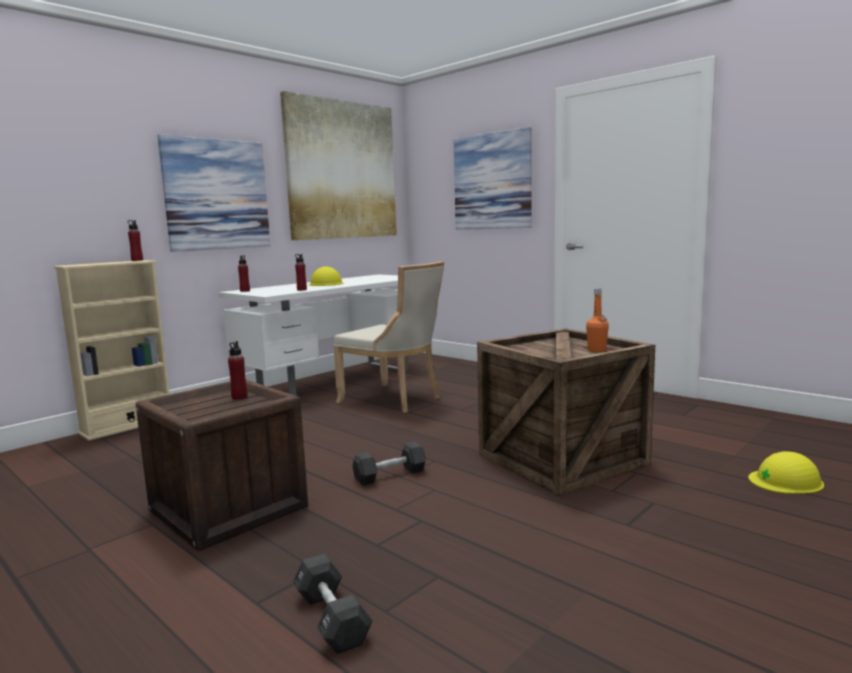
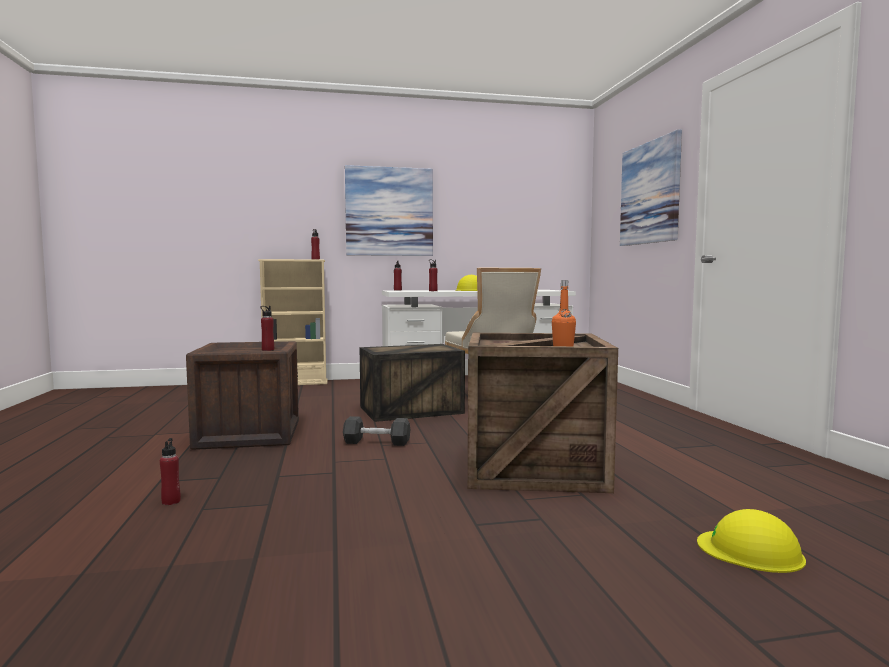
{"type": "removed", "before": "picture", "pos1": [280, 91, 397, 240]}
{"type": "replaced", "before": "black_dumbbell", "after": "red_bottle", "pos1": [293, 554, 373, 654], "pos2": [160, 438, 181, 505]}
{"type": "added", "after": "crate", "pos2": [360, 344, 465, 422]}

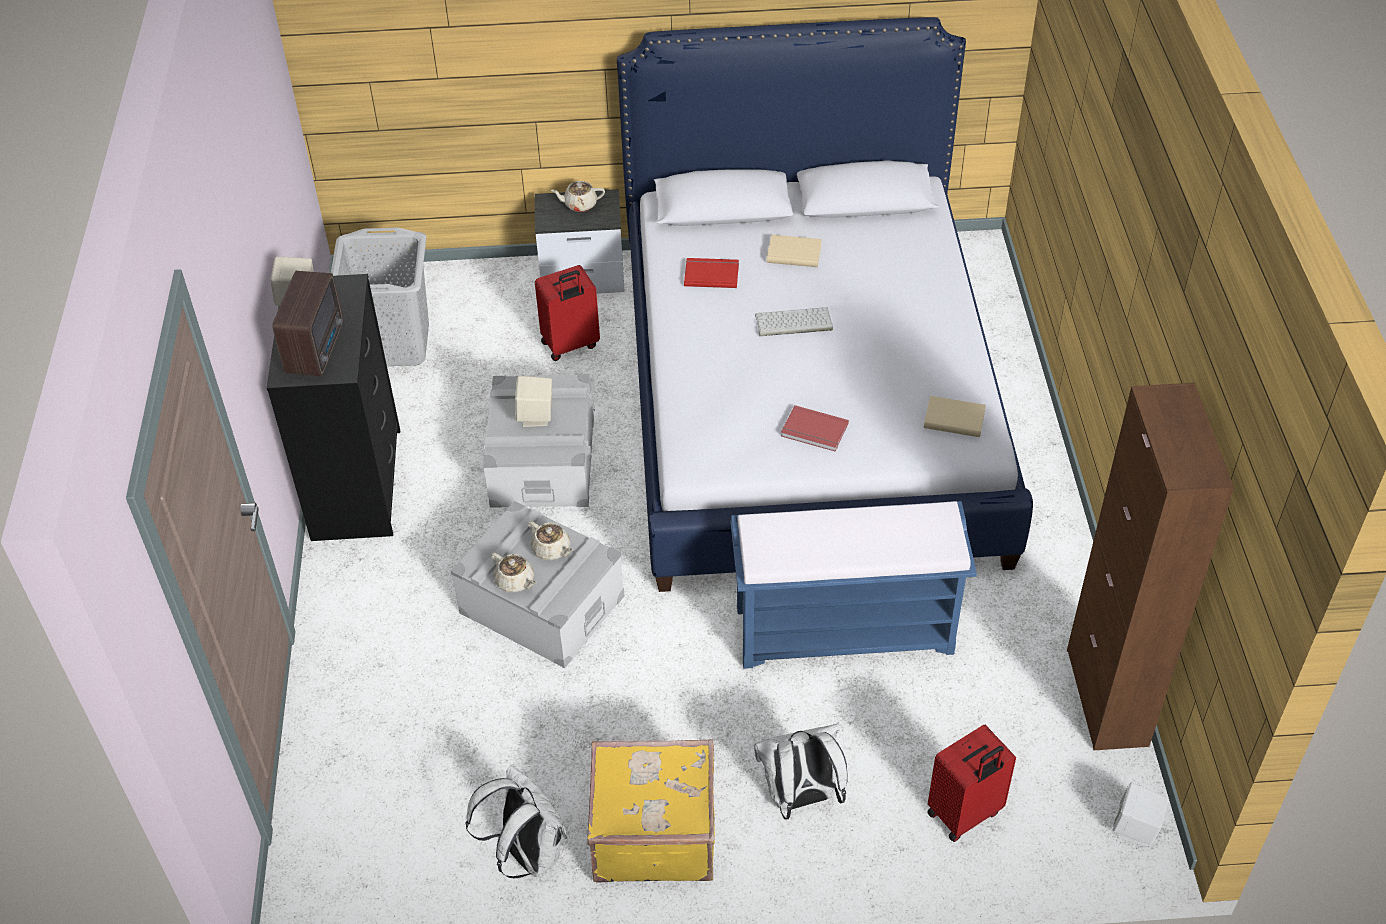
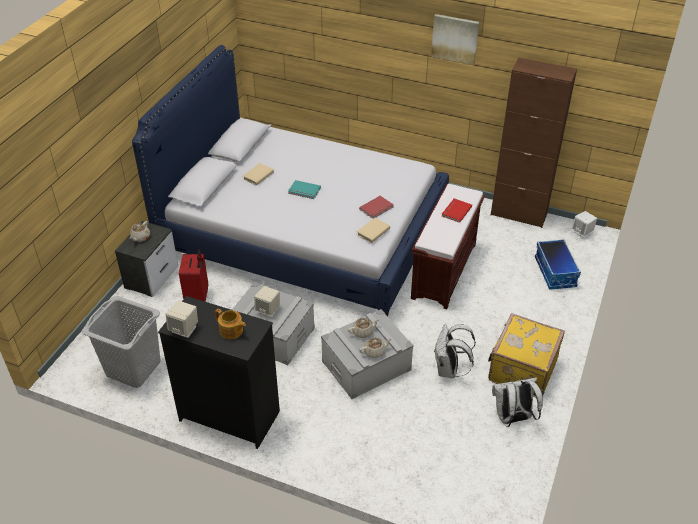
{"type": "replaced", "before": "radio", "after": "teapot", "pos1": [272, 271, 343, 376], "pos2": [215, 309, 246, 339]}
{"type": "moved", "before": "red_book", "pos1": [684, 258, 739, 288], "pos2": [442, 198, 472, 223]}
{"type": "recoloured", "before": "blue_bench", "after": "brown_bench", "pos1": [731, 501, 977, 669], "pos2": [411, 184, 485, 309]}
{"type": "moved", "before": "white_backpack", "pos1": [754, 723, 848, 820], "pos2": [434, 324, 476, 378]}
{"type": "replaced", "before": "keyboard", "after": "turquoise_book", "pos1": [755, 307, 833, 336], "pos2": [288, 180, 321, 199]}
{"type": "moved", "before": "beige_book", "pos1": [924, 396, 986, 437], "pos2": [357, 218, 390, 243]}
{"type": "replaced", "before": "red_suitcase", "after": "storage_box", "pos1": [927, 725, 1016, 842], "pos2": [535, 239, 581, 290]}
{"type": "added", "after": "picture", "pos2": [431, 14, 479, 65]}

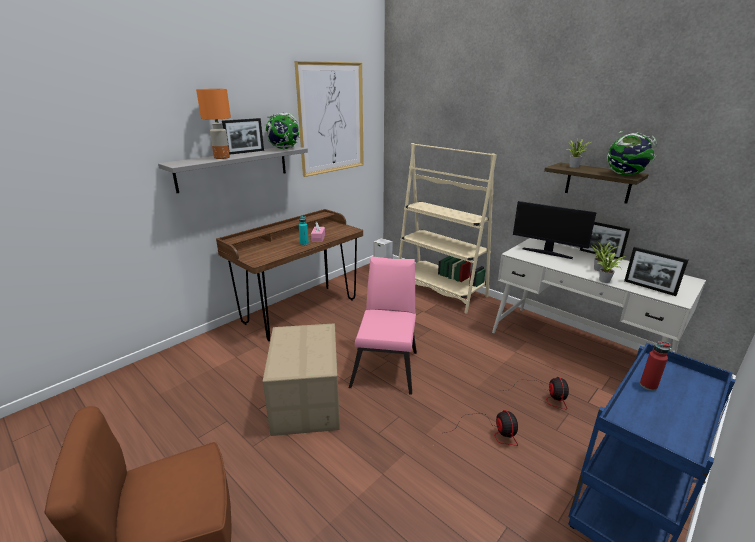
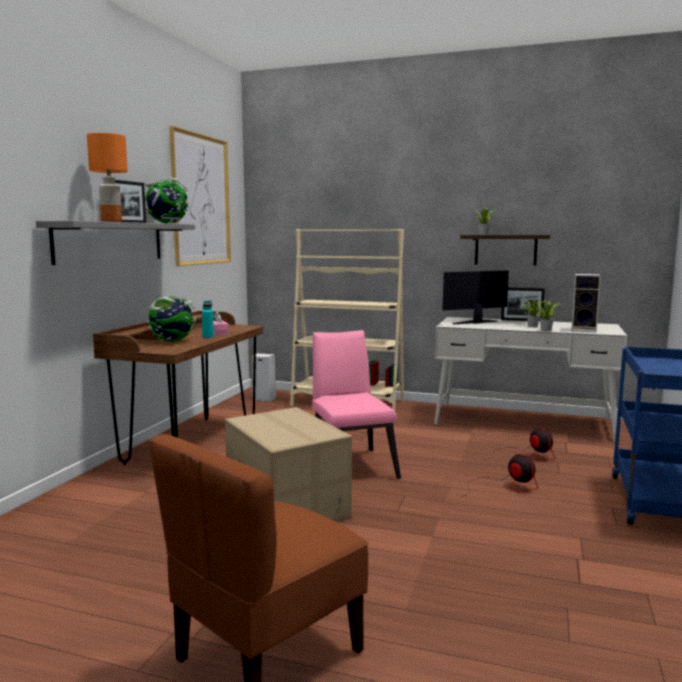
{"type": "turned", "before": "monitor", "pos1": [513, 201, 597, 259], "pos2": [442, 271, 509, 324], "turn": 150}
{"type": "moved", "before": "globe", "pos1": [607, 130, 657, 176], "pos2": [147, 295, 196, 342]}
{"type": "replaced", "before": "picture_frame", "after": "speaker", "pos1": [624, 247, 688, 296], "pos2": [571, 274, 601, 333]}
{"type": "removed", "before": "red_bottle", "pos1": [640, 341, 671, 391]}

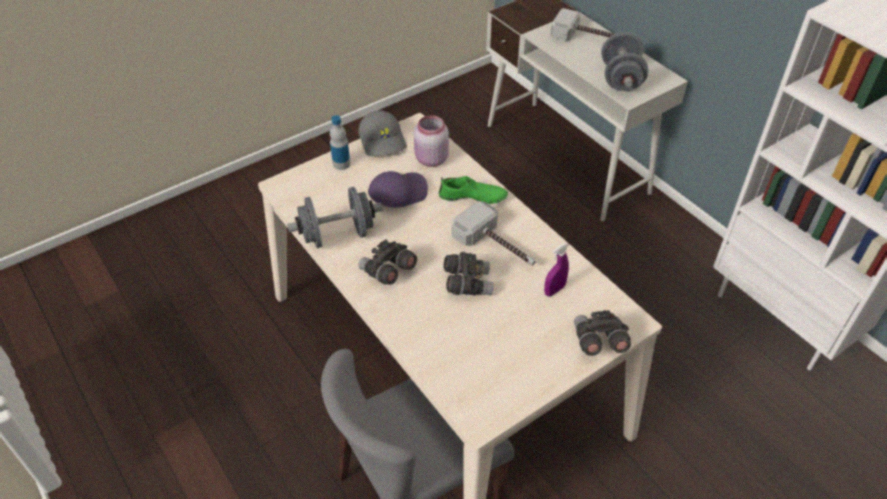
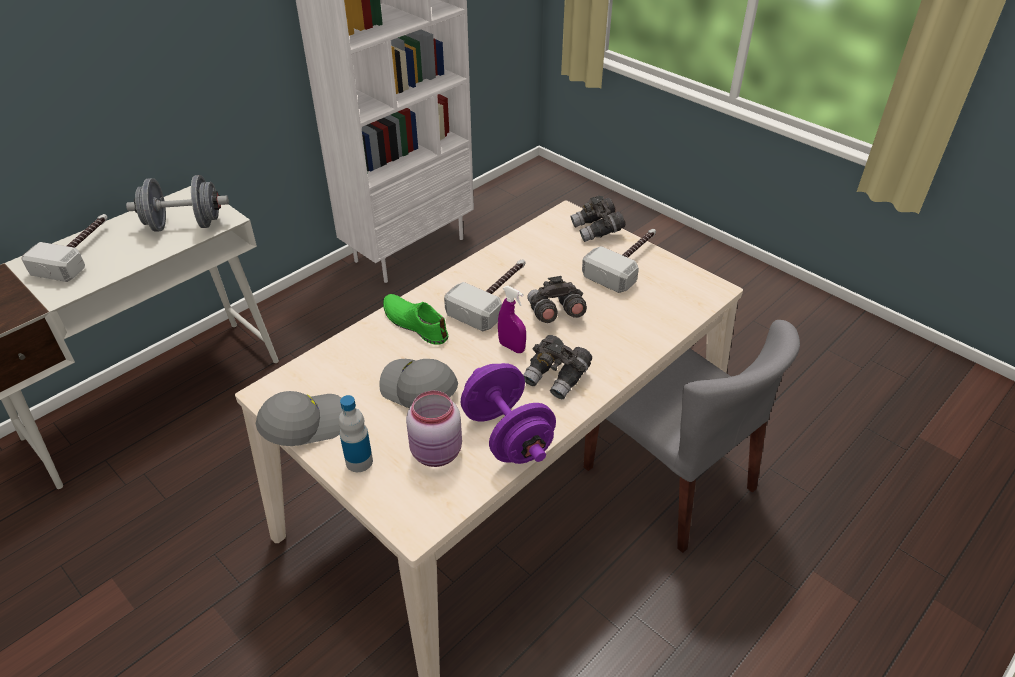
{"type": "recoloured", "before": "grey_dumbbell", "after": "purple_dumbbell", "pos1": [287, 187, 382, 248], "pos2": [461, 363, 556, 464]}
{"type": "recoloured", "before": "purple_cap", "after": "grey_cap", "pos1": [368, 171, 428, 208], "pos2": [379, 359, 458, 408]}
{"type": "moved", "before": "pink_jar", "pos1": [414, 115, 449, 167], "pos2": [406, 391, 462, 467]}
{"type": "turned", "before": "green_shoe", "pos1": [439, 176, 508, 204], "pos2": [383, 294, 448, 345], "turn": -45}
{"type": "moved", "before": "purple_spray_bottle", "pos1": [544, 242, 569, 297], "pos2": [498, 286, 526, 353]}
{"type": "added", "after": "hammer", "pos2": [582, 229, 656, 293]}

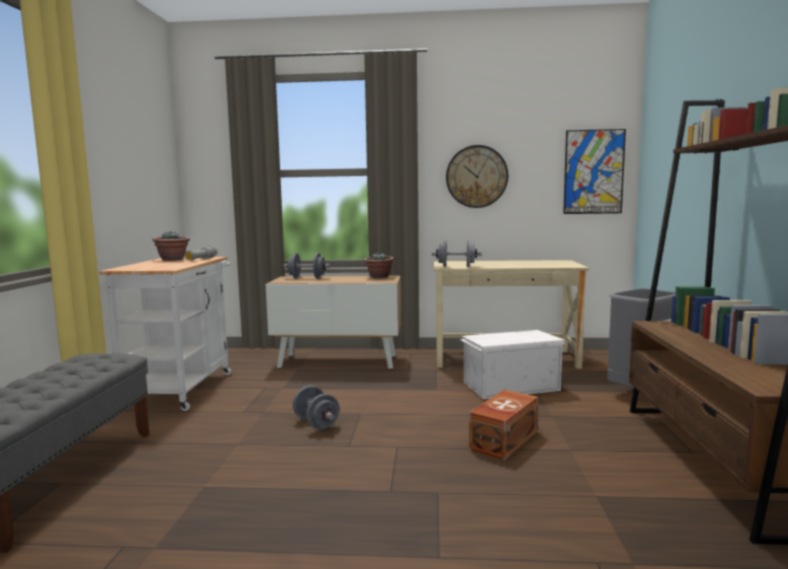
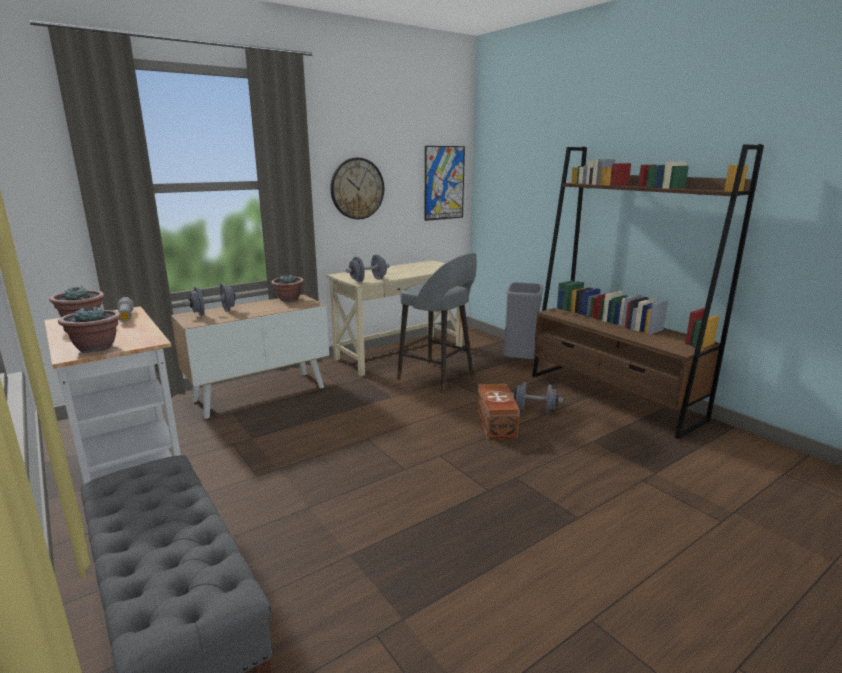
{"type": "moved", "before": "grey_dumbbell", "pos1": [293, 385, 339, 430], "pos2": [511, 382, 563, 413]}
{"type": "replaced", "before": "white_storage_box", "after": "grey_stool", "pos1": [460, 330, 566, 399], "pos2": [397, 253, 477, 393]}
{"type": "added", "after": "potted_plant", "pos2": [58, 305, 121, 353]}

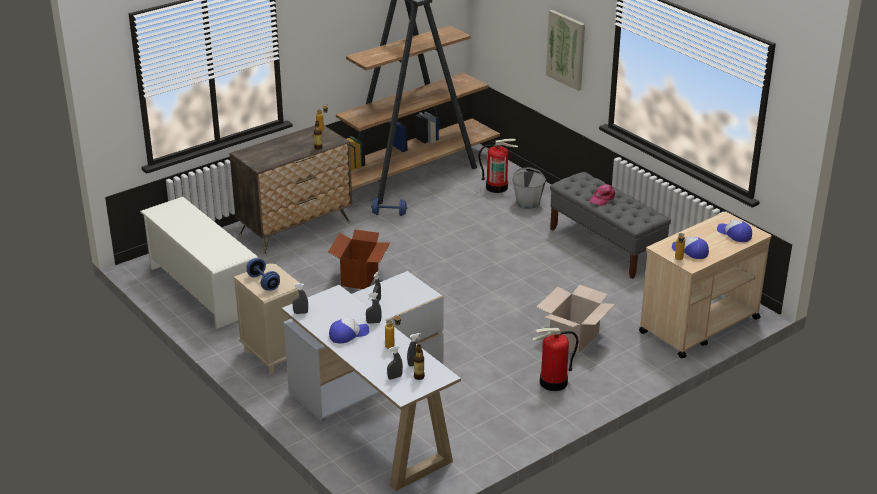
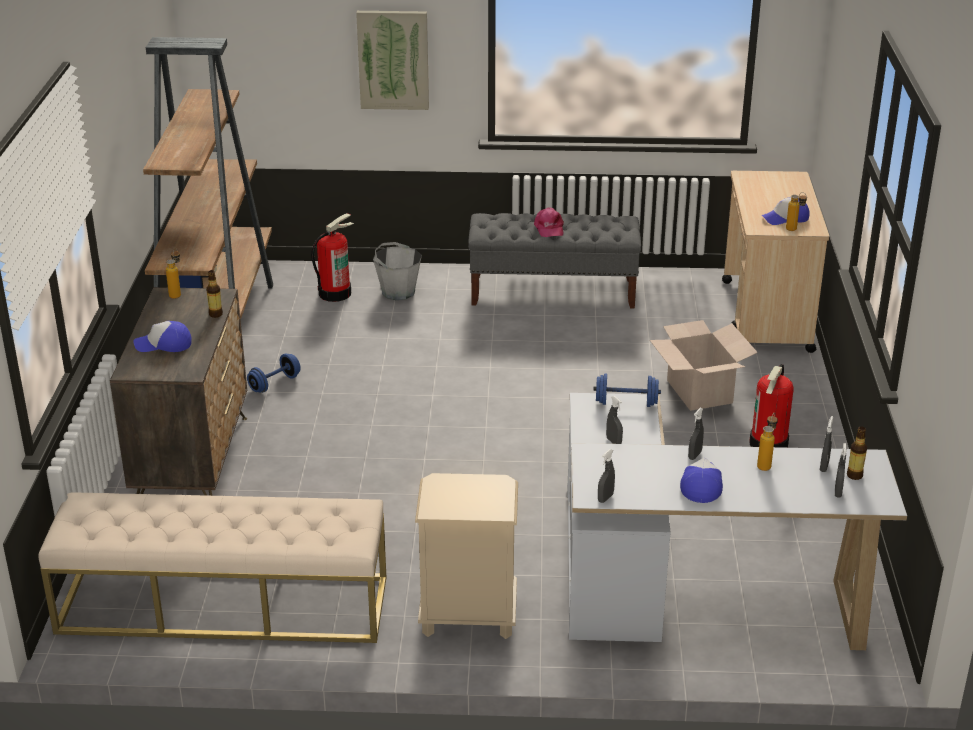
{"type": "replaced", "before": "white_shoe_rack", "after": "beige_bench", "pos1": [140, 197, 258, 329], "pos2": [38, 492, 387, 643]}
{"type": "moved", "before": "blue_dumbbell", "pos1": [247, 258, 280, 291], "pos2": [593, 374, 661, 407]}
{"type": "removed", "before": "cardboard_box", "pos1": [328, 230, 390, 289]}
{"type": "moved", "before": "cap", "pos1": [717, 219, 752, 242], "pos2": [134, 321, 192, 352]}

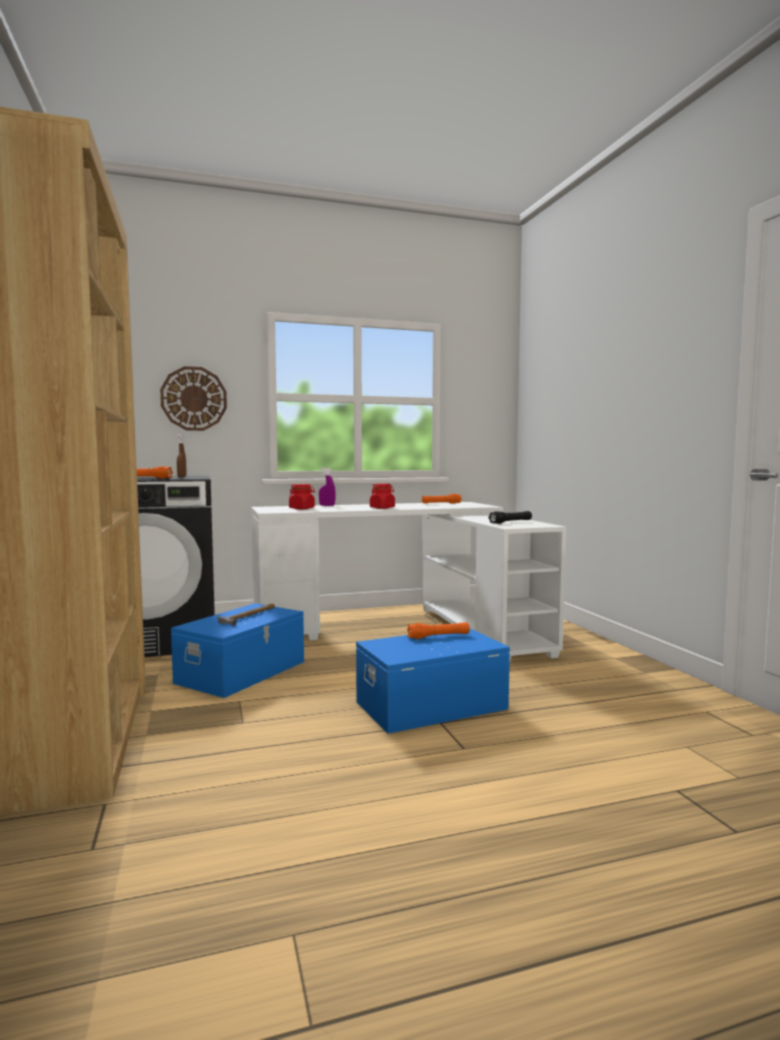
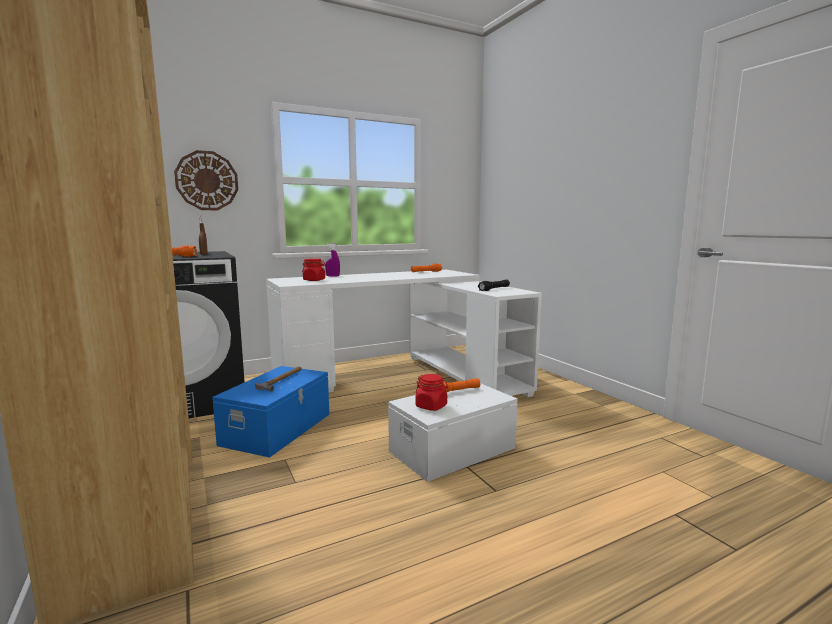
{"type": "recoloured", "before": "blue_storage_box", "after": "white_storage_box", "pos1": [356, 628, 510, 734], "pos2": [388, 383, 518, 482]}
{"type": "moved", "before": "red_jar", "pos1": [370, 484, 395, 509], "pos2": [415, 374, 448, 411]}

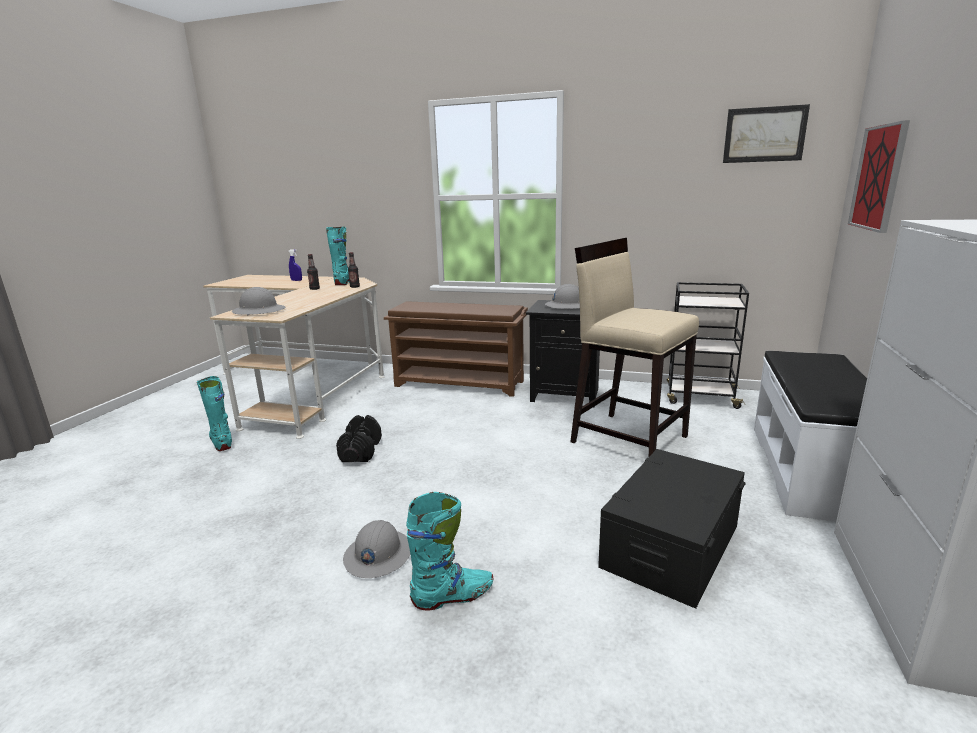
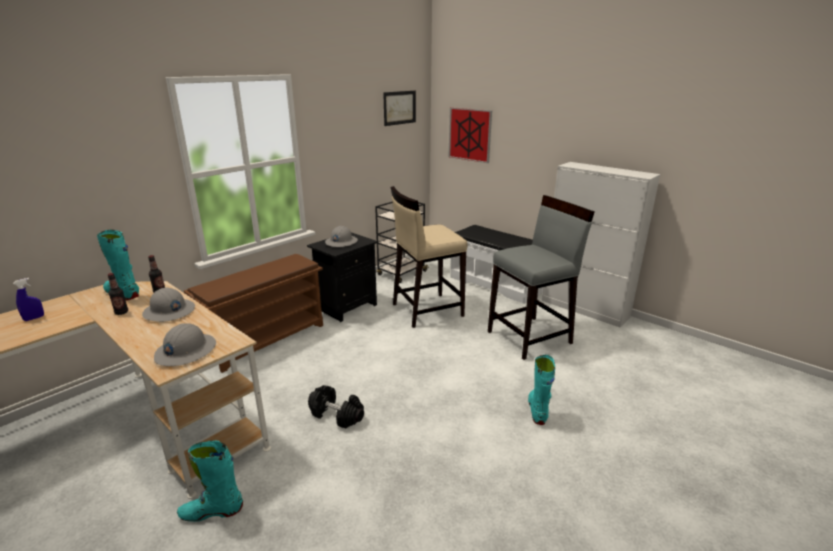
{"type": "moved", "before": "grey_hard_hat", "pos1": [343, 520, 411, 578], "pos2": [142, 287, 195, 322]}
{"type": "replaced", "before": "black_storage_box", "after": "grey_stool", "pos1": [598, 449, 746, 609], "pos2": [488, 195, 595, 360]}

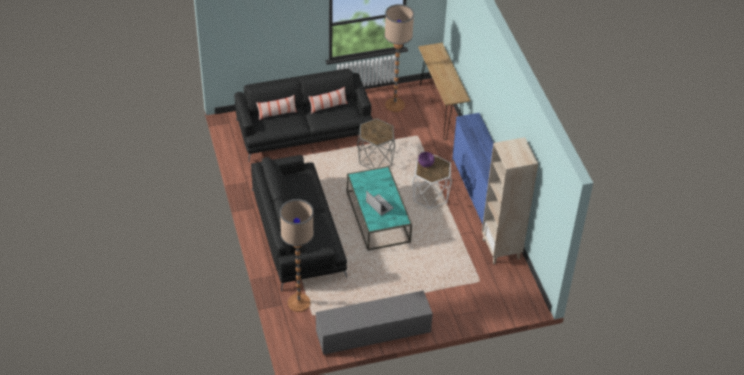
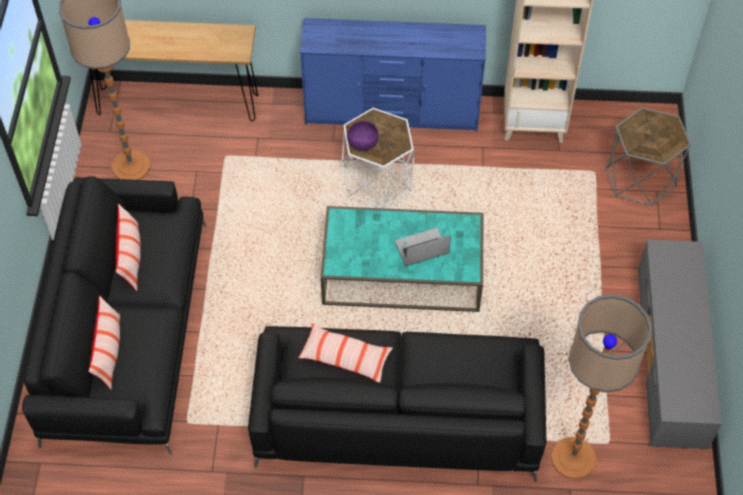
{"type": "moved", "before": "grey_side_table", "pos1": [357, 118, 395, 169], "pos2": [605, 107, 691, 206]}
{"type": "added", "after": "pillow", "pos2": [298, 324, 393, 382]}

